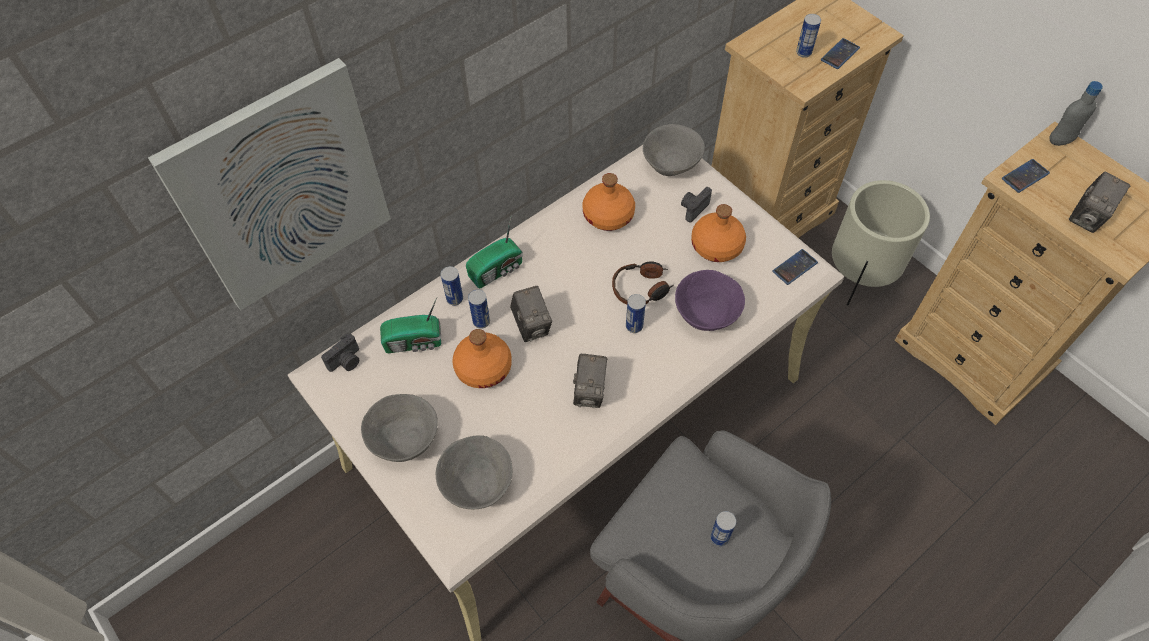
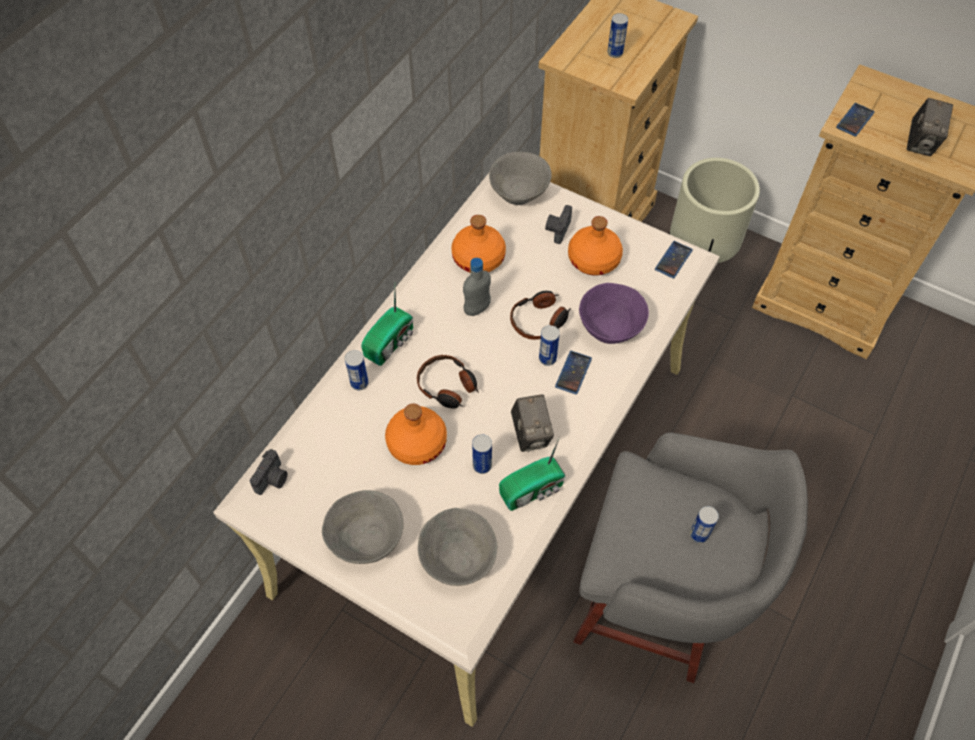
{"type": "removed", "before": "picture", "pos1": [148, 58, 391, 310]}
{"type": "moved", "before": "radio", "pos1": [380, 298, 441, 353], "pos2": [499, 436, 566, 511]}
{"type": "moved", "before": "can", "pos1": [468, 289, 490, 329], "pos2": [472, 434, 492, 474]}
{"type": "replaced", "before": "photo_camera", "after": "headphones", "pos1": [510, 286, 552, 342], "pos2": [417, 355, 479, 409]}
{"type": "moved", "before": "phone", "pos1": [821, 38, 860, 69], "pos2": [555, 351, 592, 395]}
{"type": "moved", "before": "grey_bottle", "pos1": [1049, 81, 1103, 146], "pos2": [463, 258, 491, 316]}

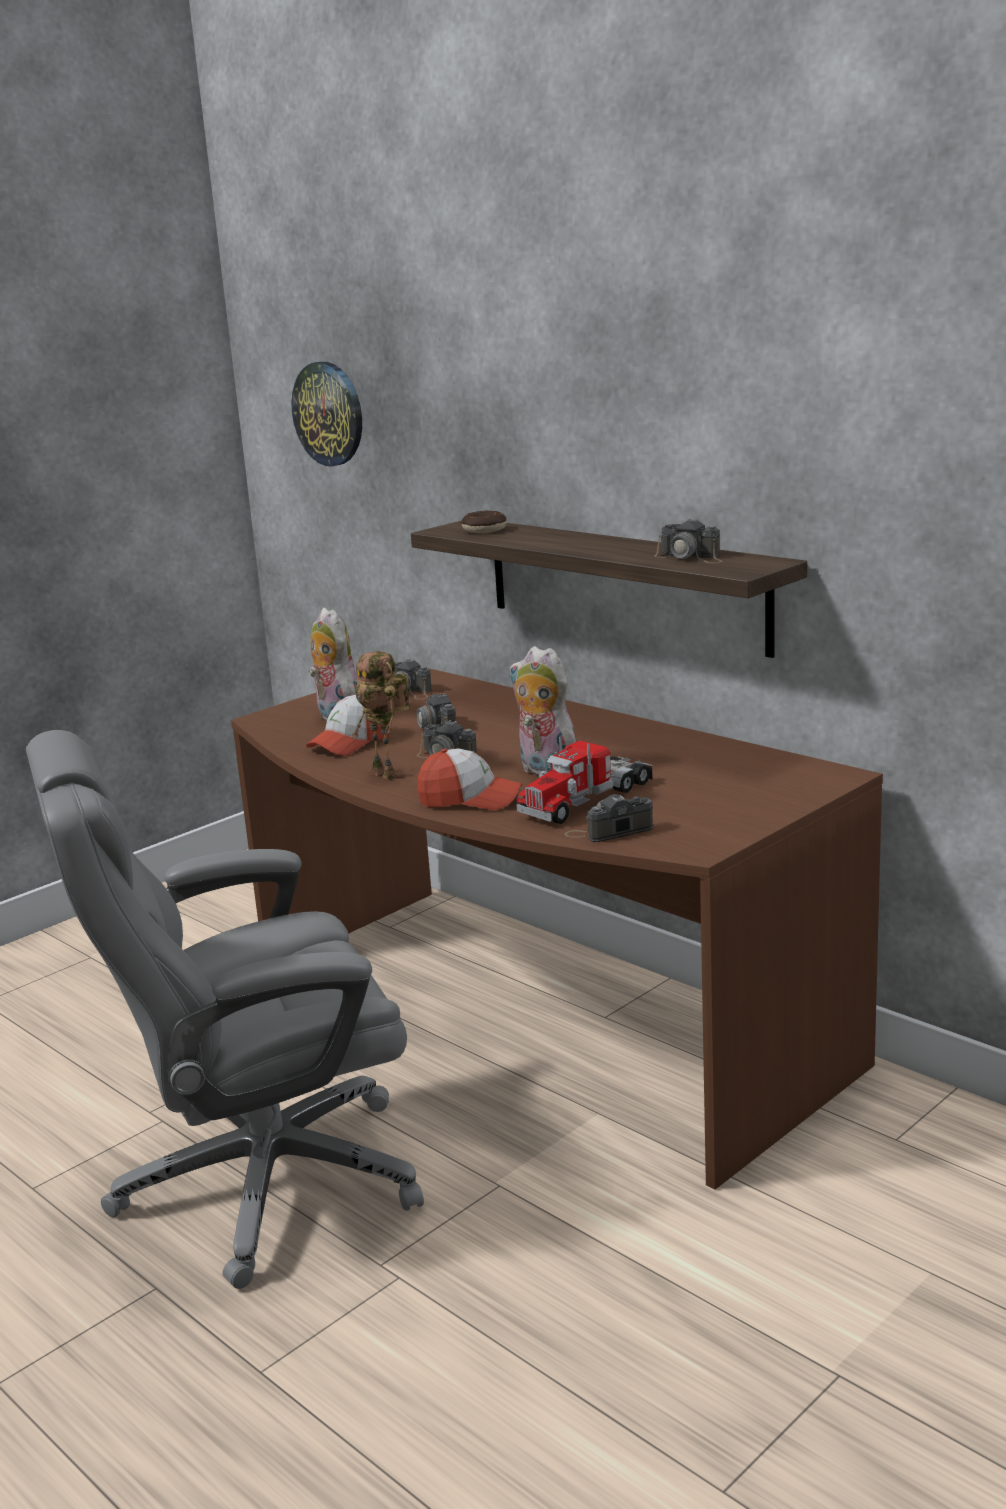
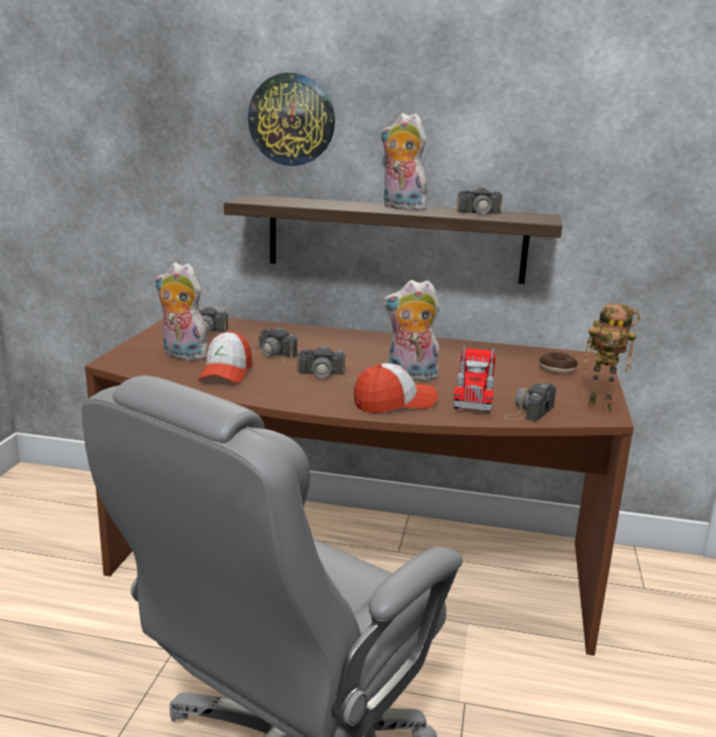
{"type": "moved", "before": "wall_clock", "pos1": [291, 362, 362, 467], "pos2": [248, 73, 335, 166]}
{"type": "moved", "before": "toy_robot", "pos1": [352, 651, 410, 780], "pos2": [583, 303, 640, 411]}
{"type": "moved", "before": "donut", "pos1": [461, 511, 507, 534], "pos2": [539, 352, 578, 374]}
{"type": "added", "after": "plush_toy", "pos2": [381, 113, 427, 211]}

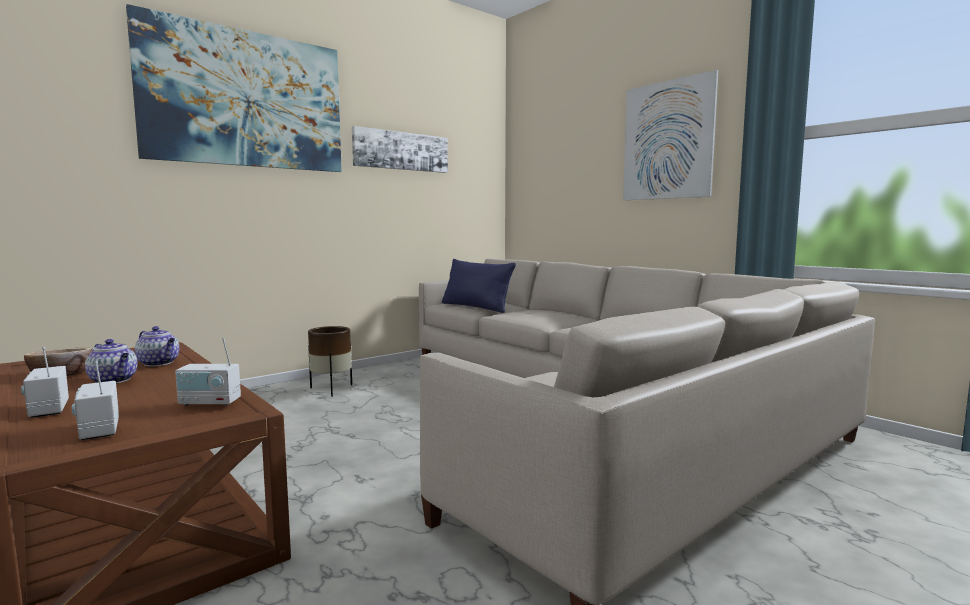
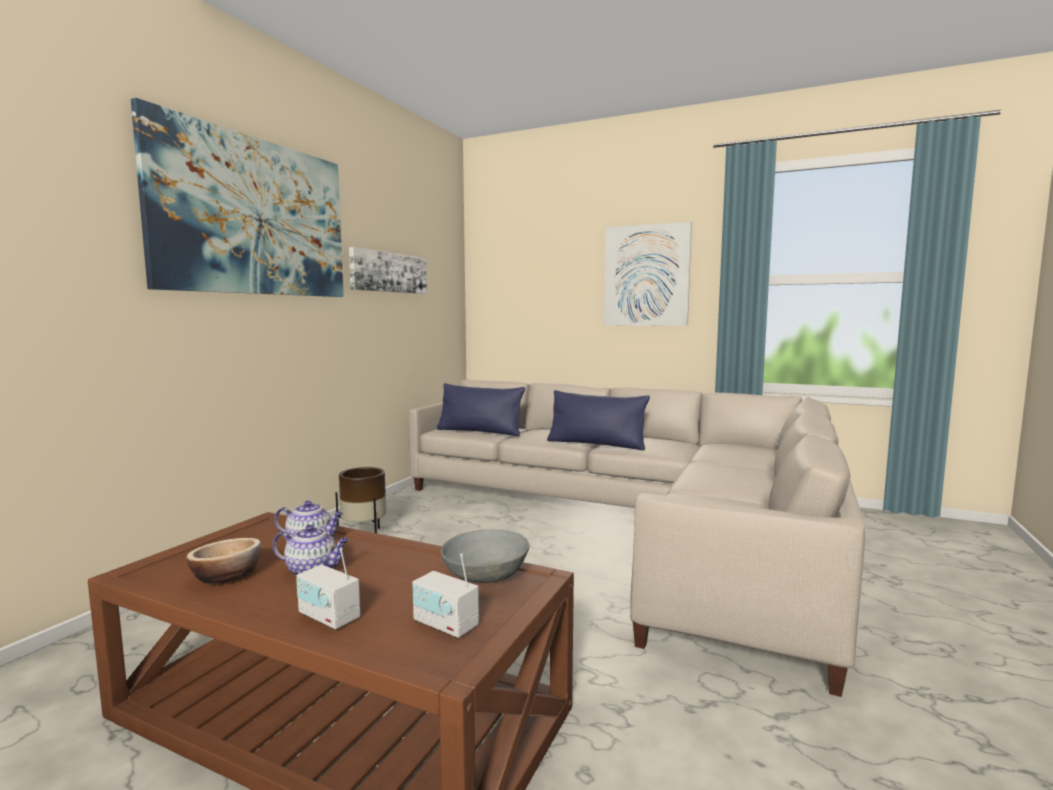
{"type": "replaced", "before": "radio", "after": "grey_bowl", "pos1": [175, 338, 241, 406], "pos2": [441, 530, 529, 583]}
{"type": "added", "after": "blue_pillow", "pos2": [547, 390, 650, 450]}

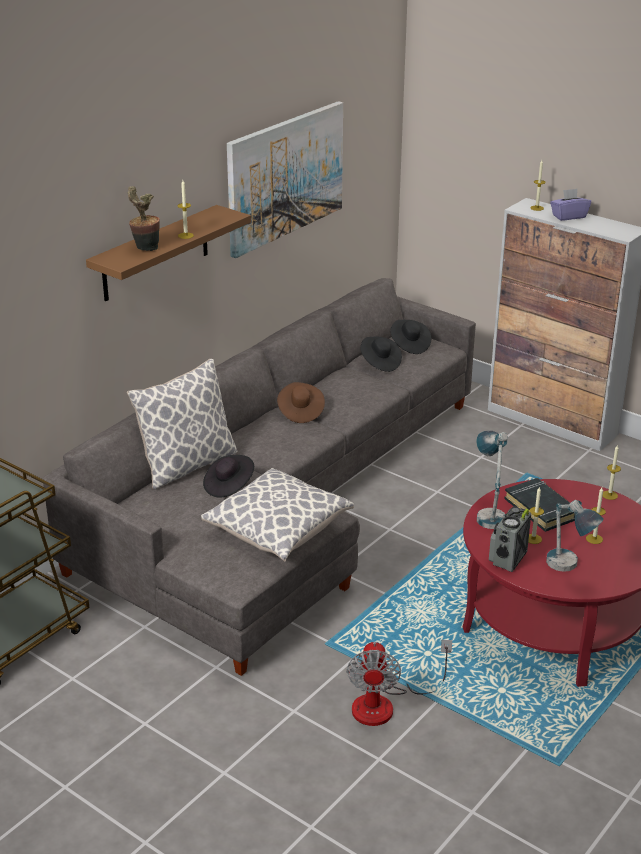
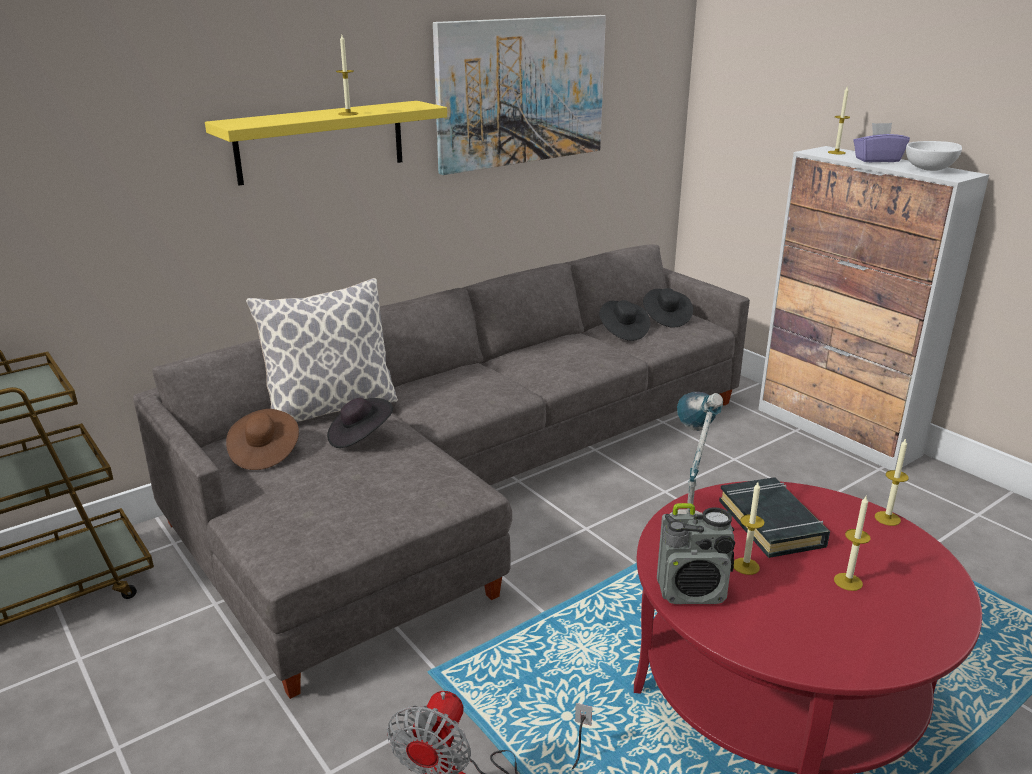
{"type": "recoloured", "before": "brown_shelf", "after": "yellow_shelf", "pos1": [86, 205, 251, 301], "pos2": [205, 101, 447, 186]}
{"type": "removed", "before": "potted_plant", "pos1": [128, 186, 160, 251]}
{"type": "removed", "before": "pillow", "pos1": [201, 468, 354, 561]}
{"type": "moved", "before": "brown_hat", "pos1": [277, 382, 325, 423], "pos2": [226, 409, 299, 470]}
{"type": "turned", "before": "radio", "pos1": [489, 507, 531, 572], "pos2": [657, 503, 735, 604], "turn": -135}
{"type": "removed", "before": "table_lamp", "pos1": [546, 500, 604, 572]}
{"type": "added", "after": "white_bowl", "pos2": [906, 141, 962, 171]}

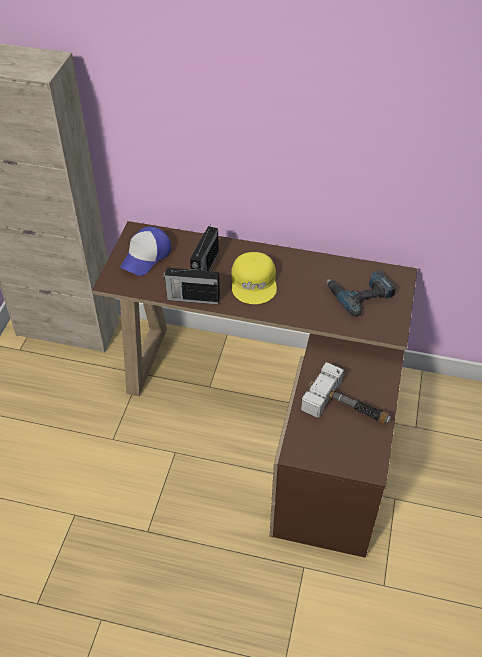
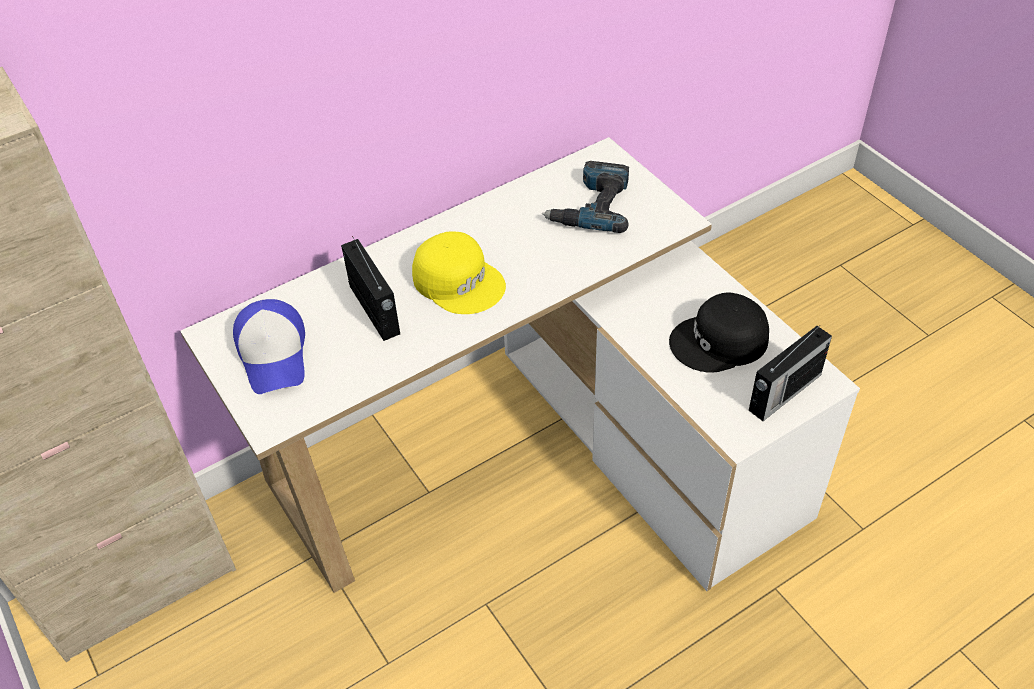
{"type": "recoloured", "before": "brown_desk", "after": "white_desk", "pos1": [92, 221, 417, 558], "pos2": [180, 137, 860, 593]}
{"type": "moved", "before": "radio", "pos1": [163, 268, 220, 305], "pos2": [749, 325, 832, 421]}
{"type": "replaced", "before": "hammer", "after": "black_cap", "pos1": [301, 362, 391, 424], "pos2": [669, 292, 769, 373]}

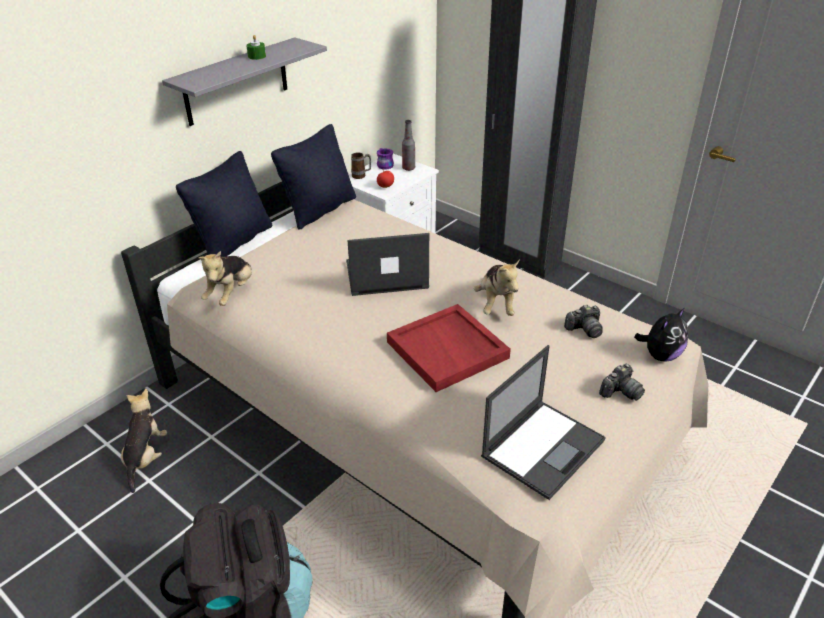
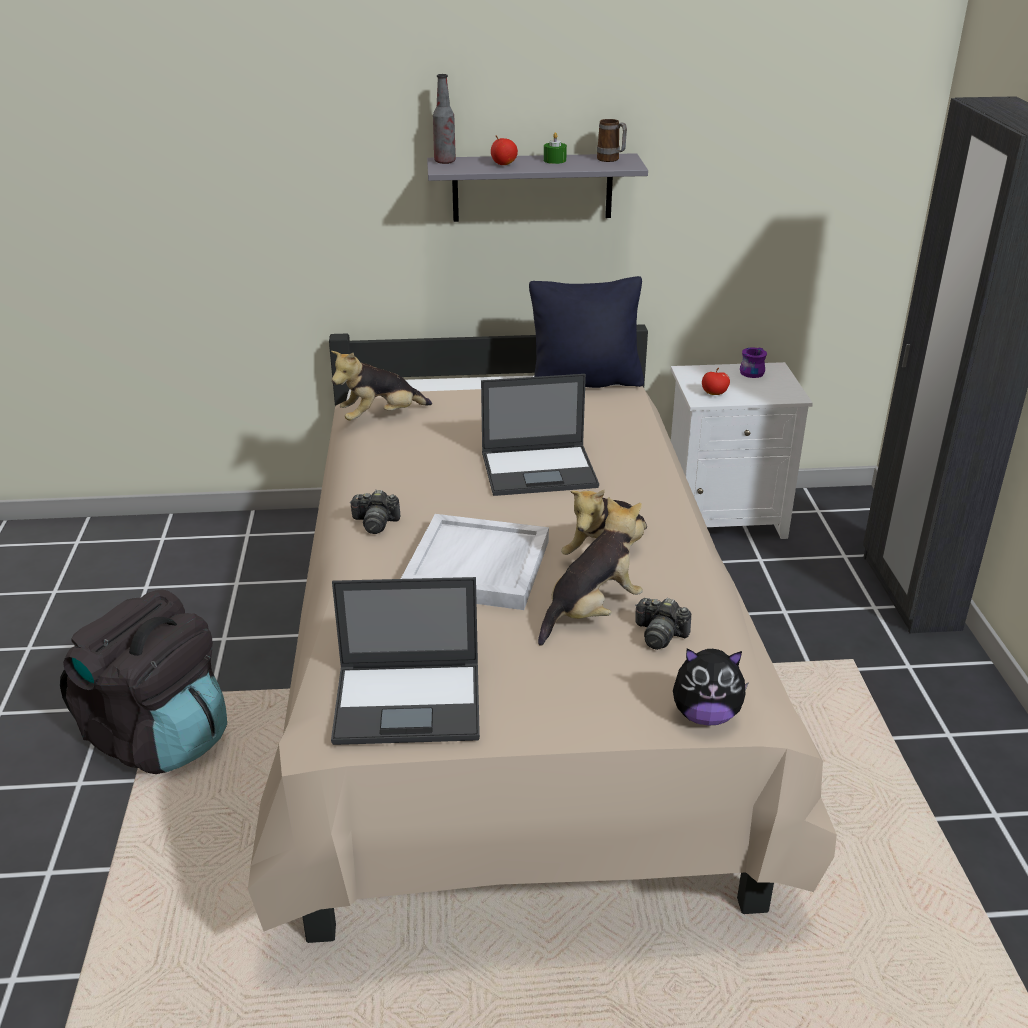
{"type": "moved", "before": "plush_toy", "pos1": [121, 389, 167, 493], "pos2": [538, 497, 643, 646]}
{"type": "removed", "before": "black_pillow", "pos1": [176, 151, 272, 257]}
{"type": "turned", "before": "laptop", "pos1": [346, 233, 429, 296], "pos2": [481, 374, 599, 496], "turn": 135}
{"type": "moved", "before": "mug", "pos1": [351, 152, 371, 179], "pos2": [597, 119, 627, 162]}
{"type": "recoloured", "before": "red_tray", "after": "white_tray", "pos1": [387, 304, 511, 392], "pos2": [401, 514, 549, 610]}
{"type": "moved", "before": "bottle", "pos1": [402, 120, 415, 171], "pos2": [433, 74, 456, 164]}
{"type": "moved", "before": "photo_camera", "pos1": [599, 364, 645, 401], "pos2": [350, 490, 400, 534]}
{"type": "added", "after": "apple", "pos2": [491, 135, 518, 165]}

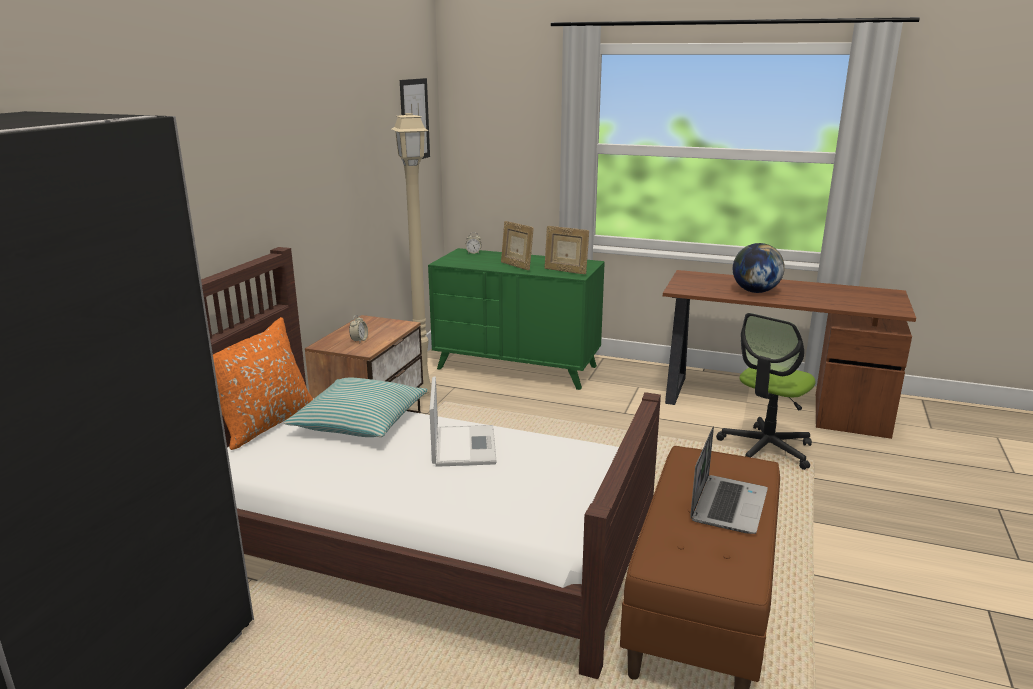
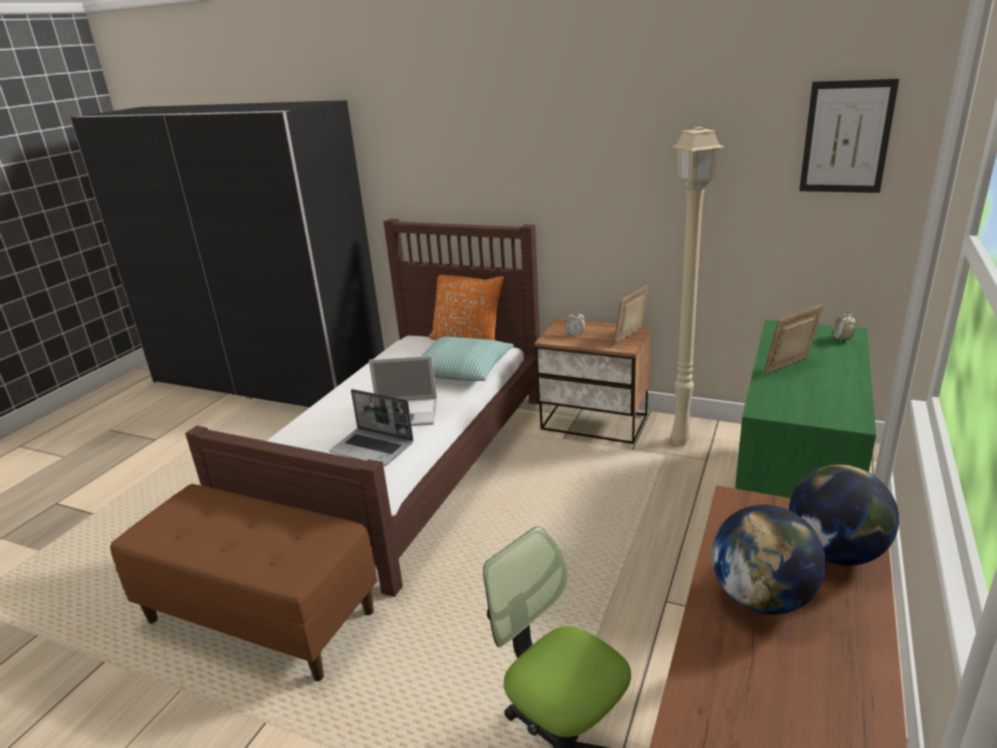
{"type": "moved", "before": "picture_frame", "pos1": [544, 226, 589, 274], "pos2": [613, 284, 649, 344]}
{"type": "moved", "before": "laptop", "pos1": [691, 426, 768, 534], "pos2": [329, 389, 413, 466]}
{"type": "added", "after": "globe", "pos2": [789, 465, 899, 566]}

